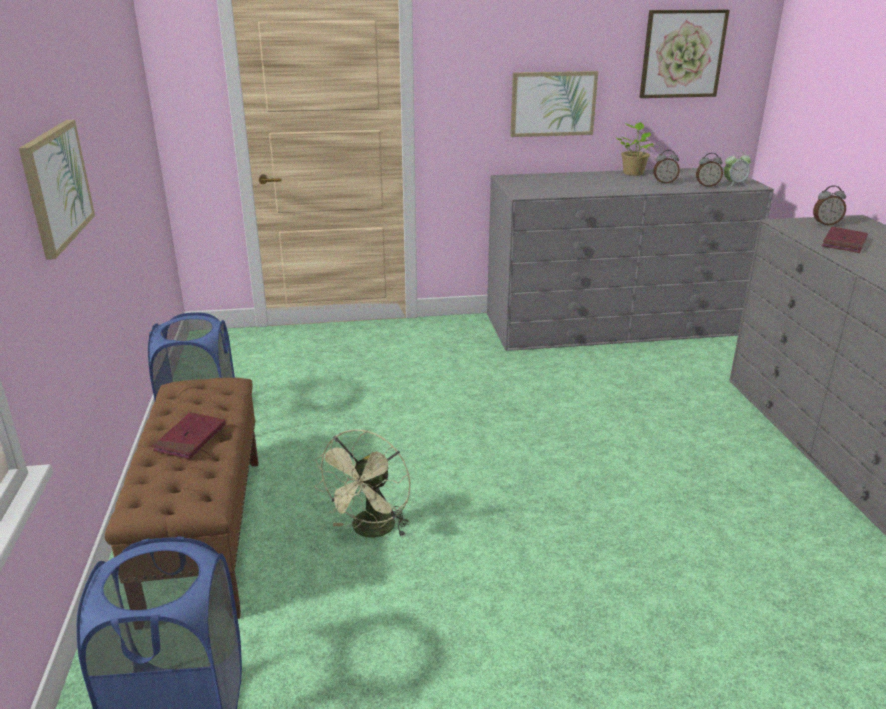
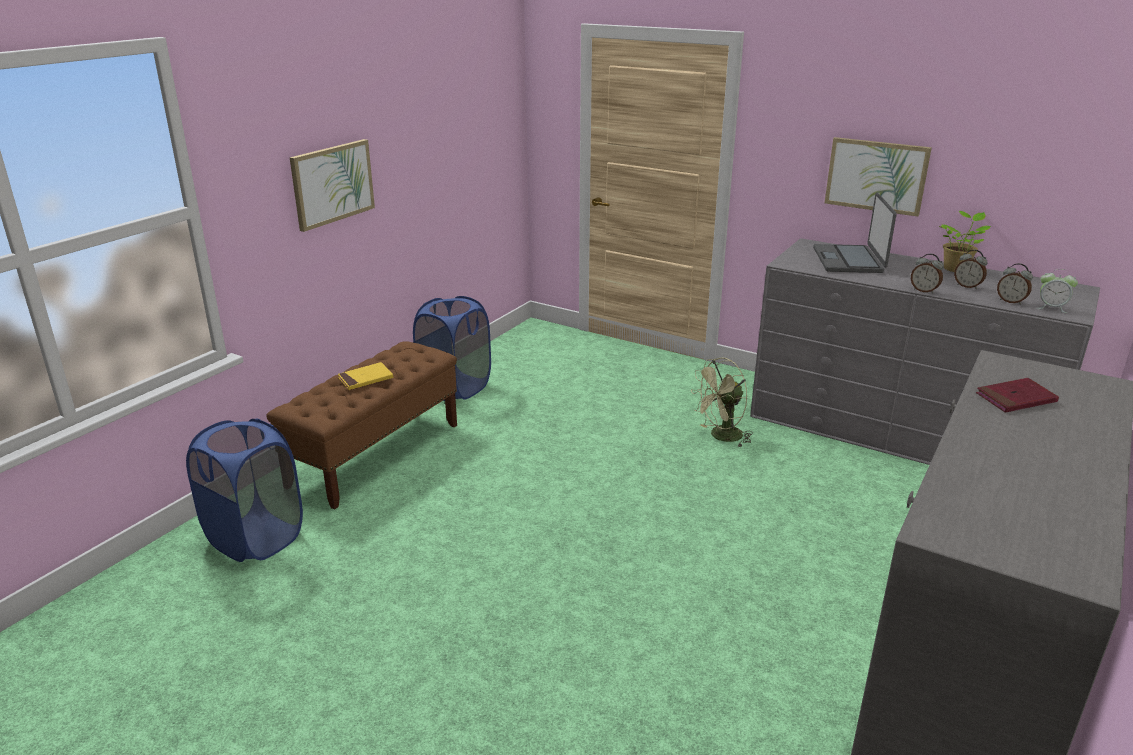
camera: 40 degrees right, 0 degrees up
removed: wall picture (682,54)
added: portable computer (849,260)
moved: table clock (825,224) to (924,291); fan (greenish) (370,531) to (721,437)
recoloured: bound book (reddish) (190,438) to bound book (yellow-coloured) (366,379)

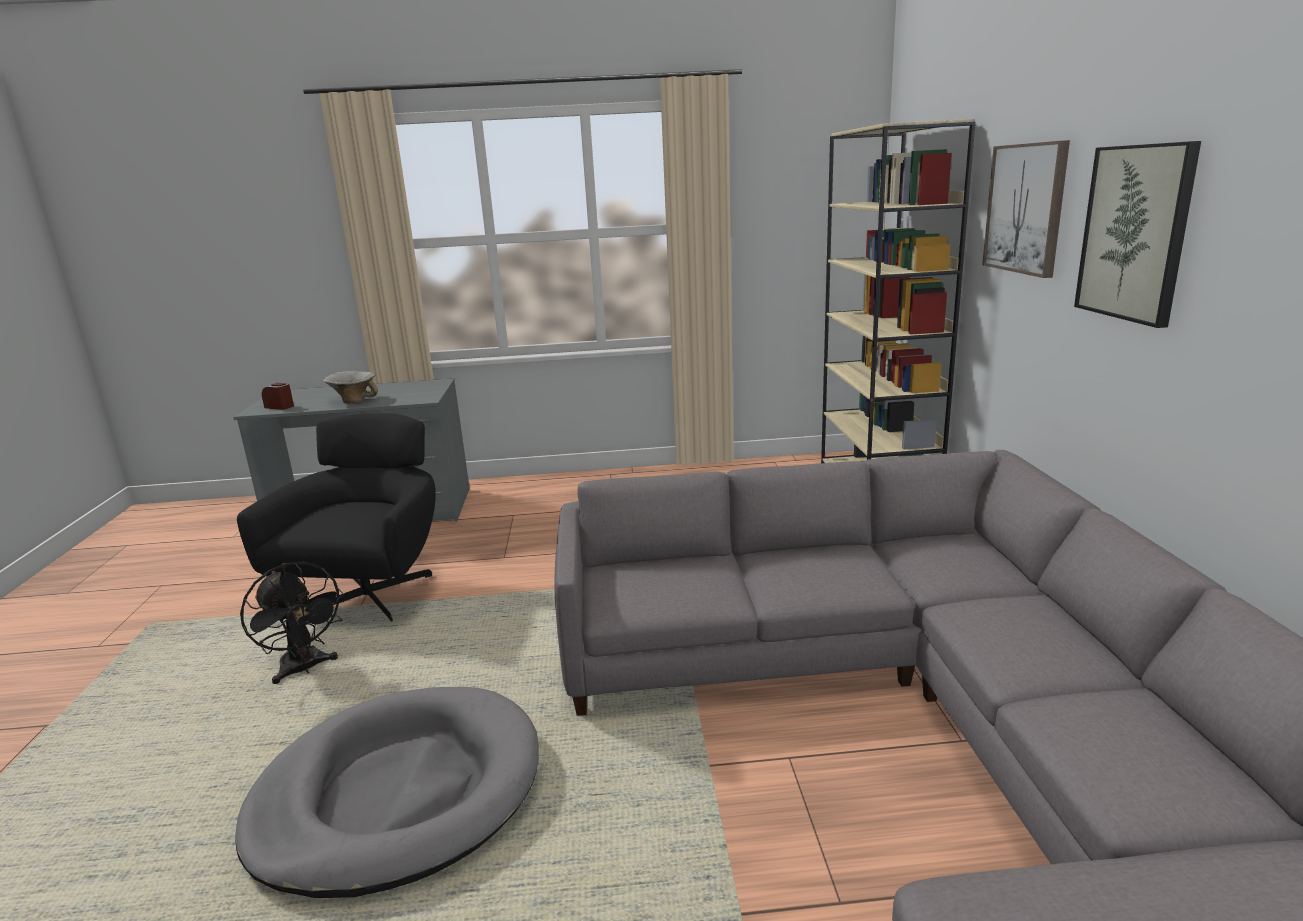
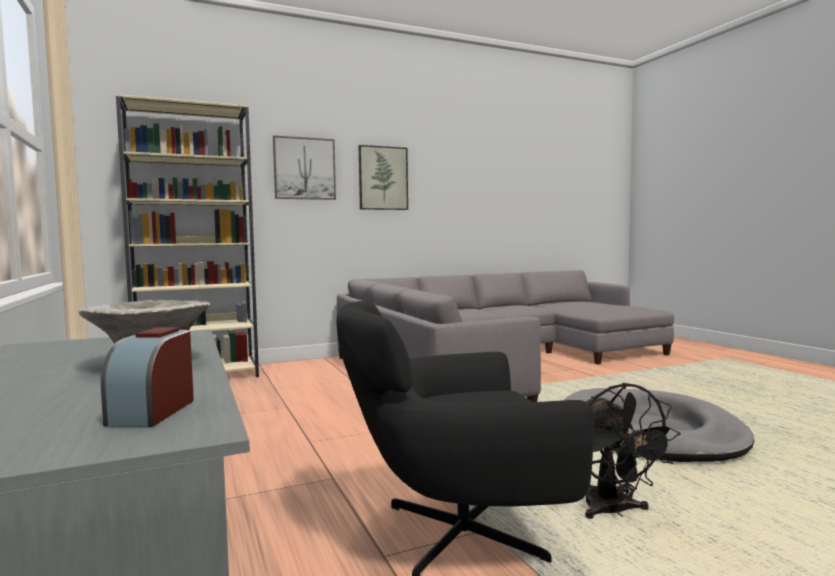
camera: 110 degrees left, 15 degrees down
turned: fan (black) (304,669) = (614,511) 135 degrees clockwise

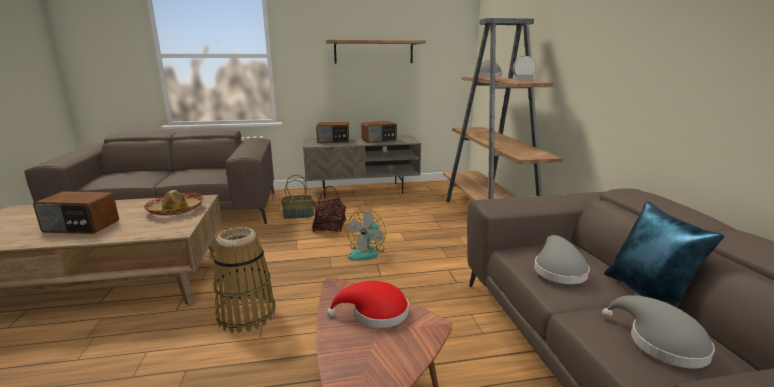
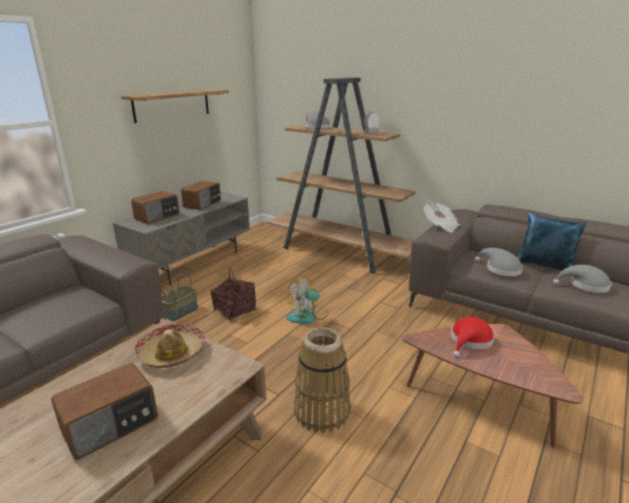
camera: 45 degrees left, 5 degrees up
added: newspaper (440,226)
turned: fan (367,252) = (308,316) 75 degrees clockwise

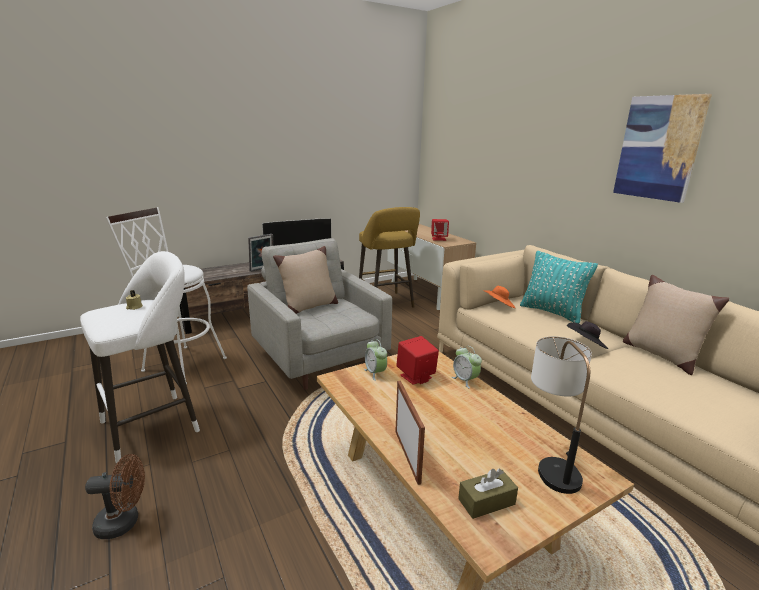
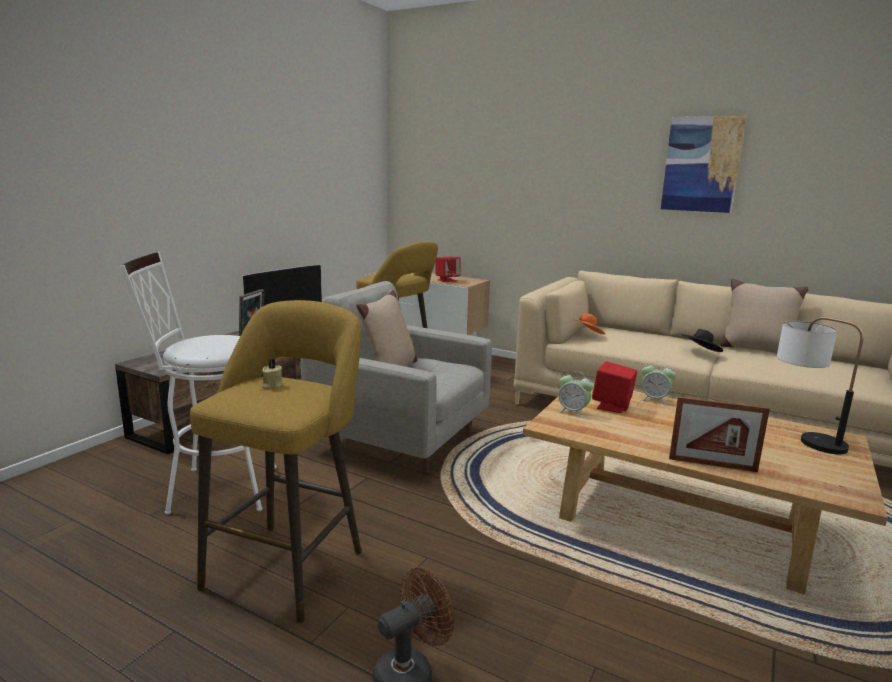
camera: 30 degrees left, 5 degrees down
removed: cushion (blue-green) (552,312); tissue box (brown-coloured) (486,501)
recoloured: sitting stool (white) (156,424) to sitting stool (yellow-coloured) (289,564)
turned: standing frame (407,456) = (712,464) 150 degrees clockwise

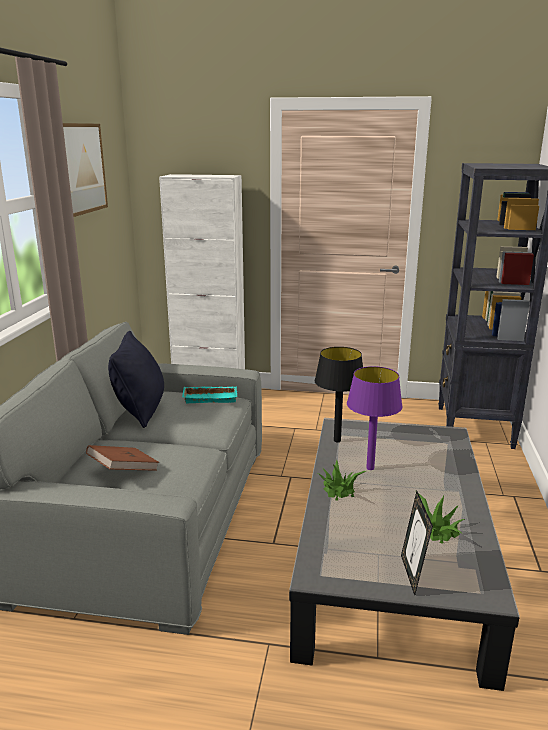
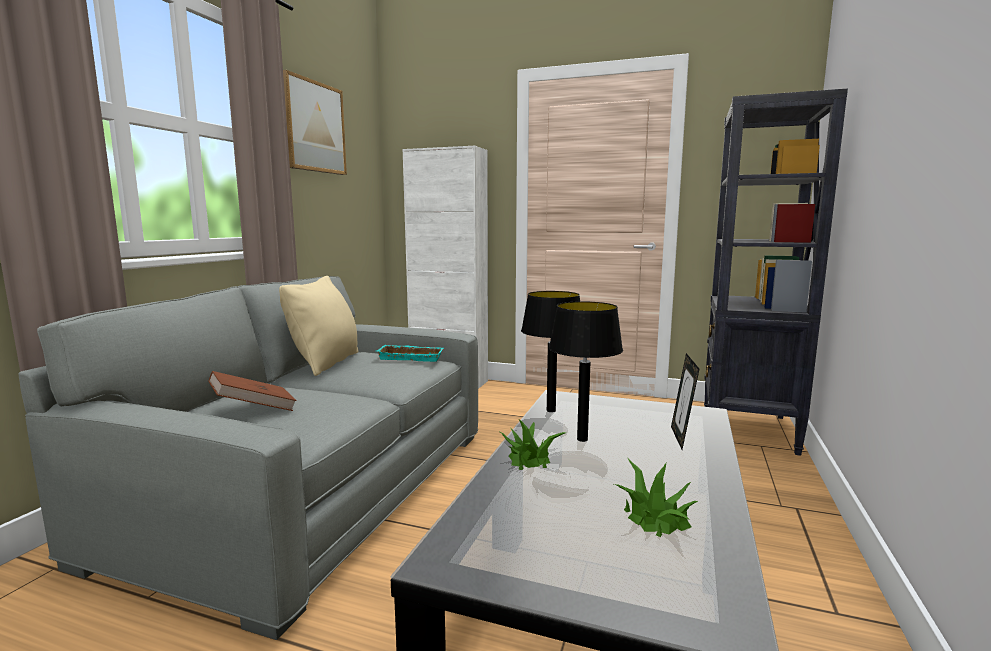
camera: 10 degrees right, 10 degrees down
moved: standing frame (412,574) to (681,438)
recoloured: cushion (black) (141,410) to cushion (sand-coloured) (326,363); lamp for a table (purple) (370,467) to lamp for a table (black) (582,439)

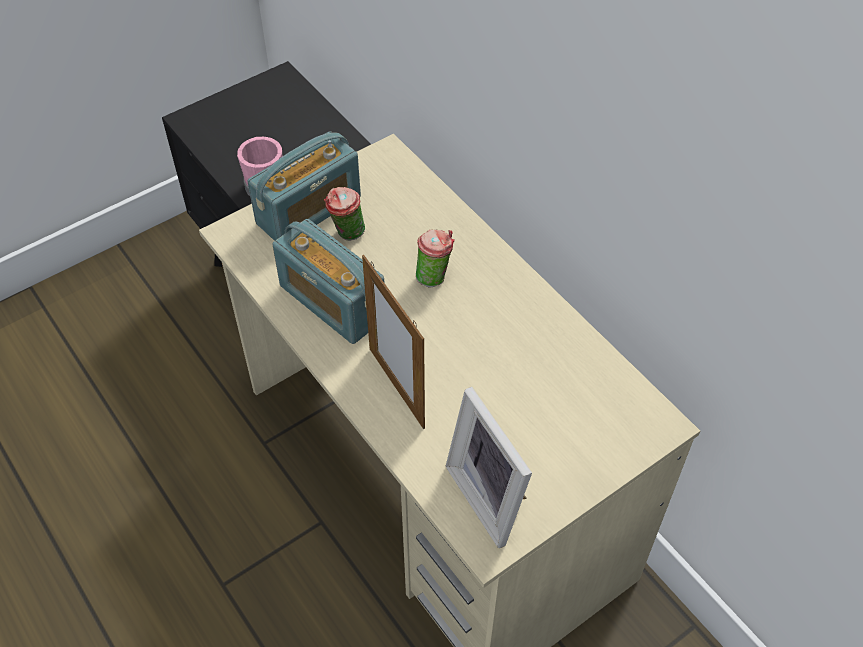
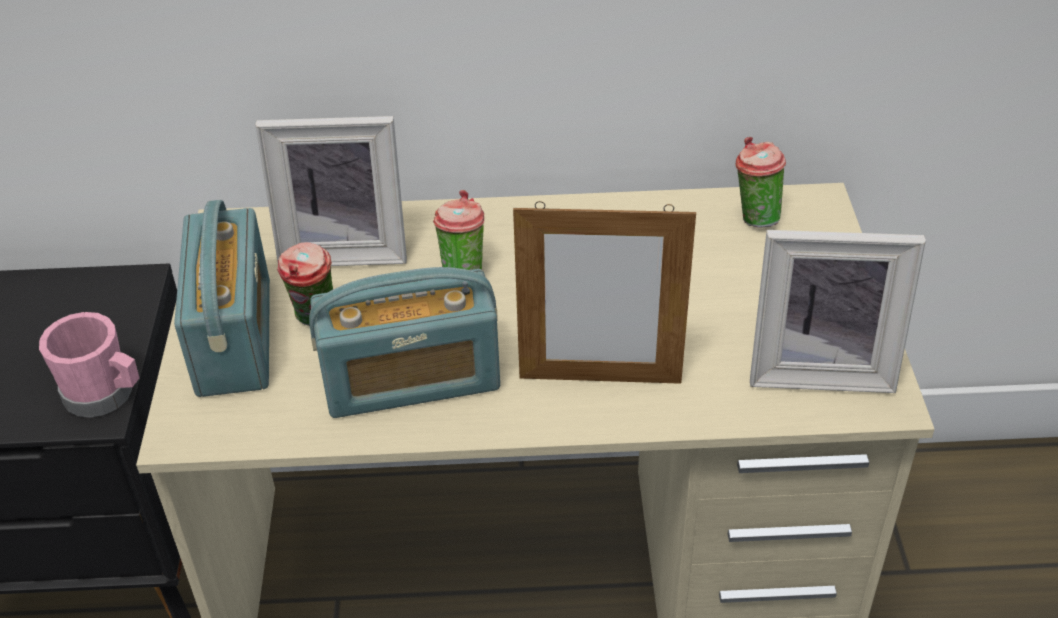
camera: 55 degrees left, 10 degrees down
added: standing frame (344,248); drinking cup (754,217)

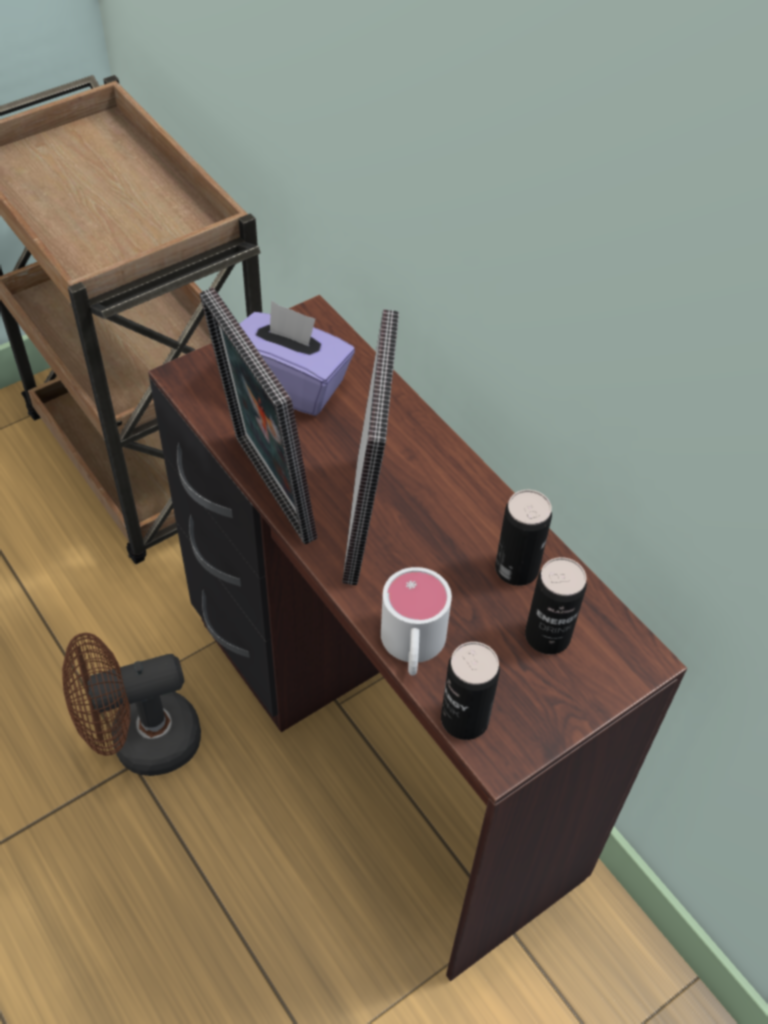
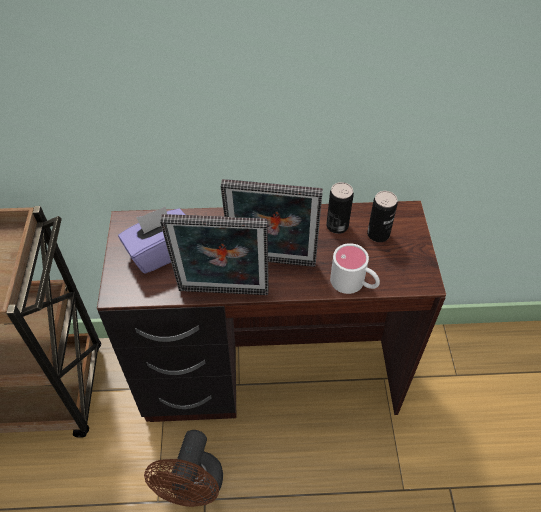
camera: 55 degrees left, 0 degrees up
removed: sealed can (464,719)
turned: standing frame (367,520) = (272,264) 150 degrees clockwise

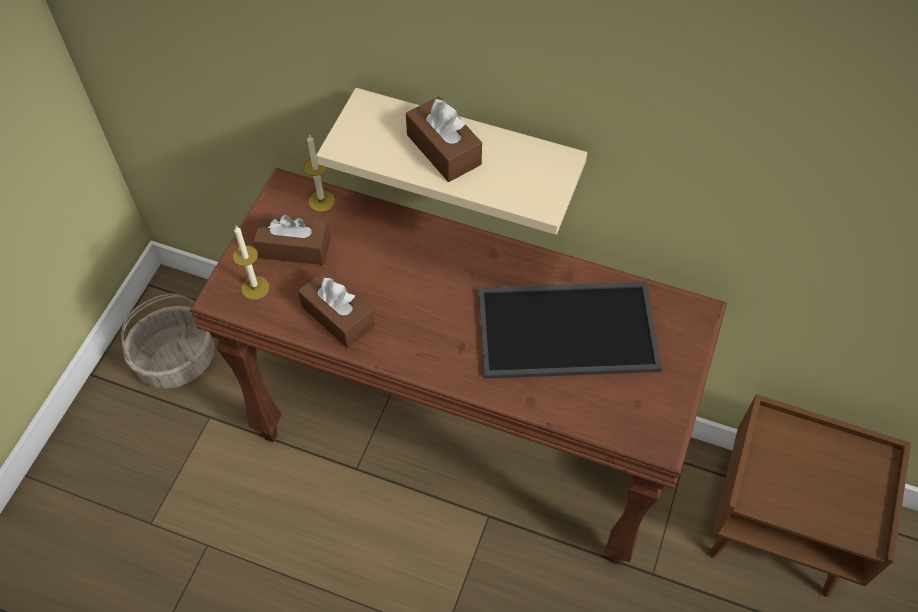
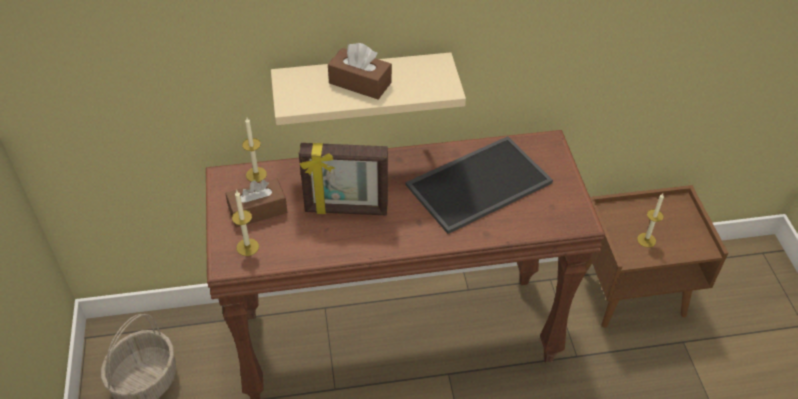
camera: 30 degrees left, 10 degrees down
removed: tissue box (brown-coloured) (338,316)
added: standing frame (346,210); wax candle (646,240)

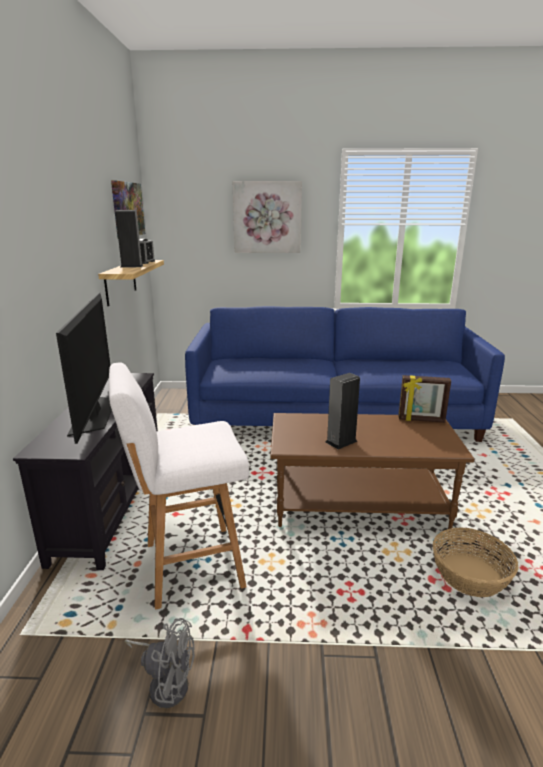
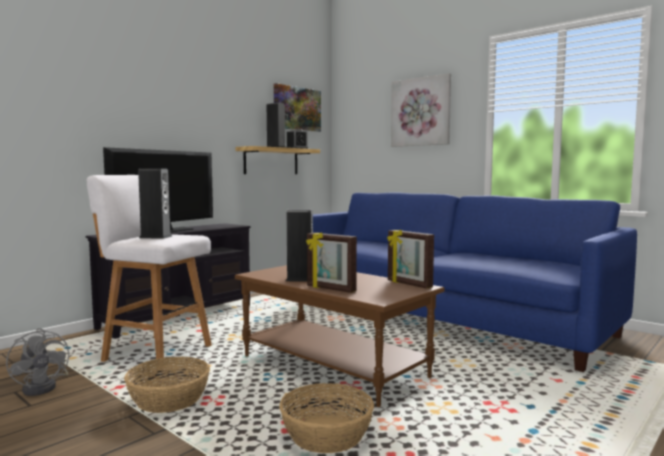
camera: 40 degrees right, 15 degrees down
added: loudspeaker (155,237); standing frame (330,289); household basket (168,400)

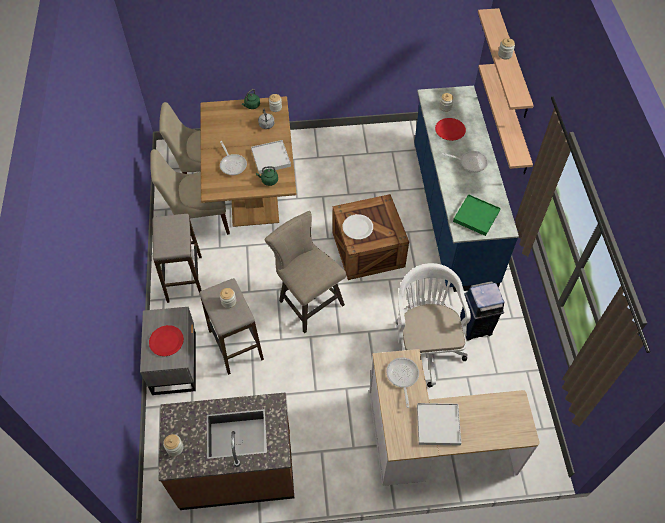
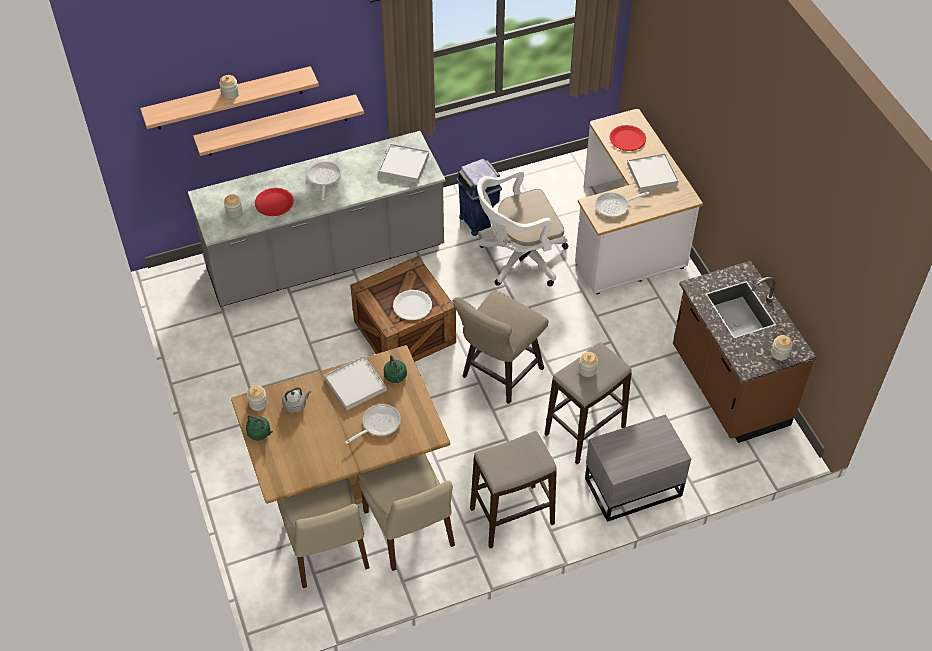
camera: 105 degrees left, 5 degrees down
moved: flat dish (reddish) (166,341) to (627,139)
recoloured: kitchen base unit (blue) (451,214) to kitchen base unit (gray) (326,261); serving tray (greenish) (476,216) to serving tray (white) (404,165)

